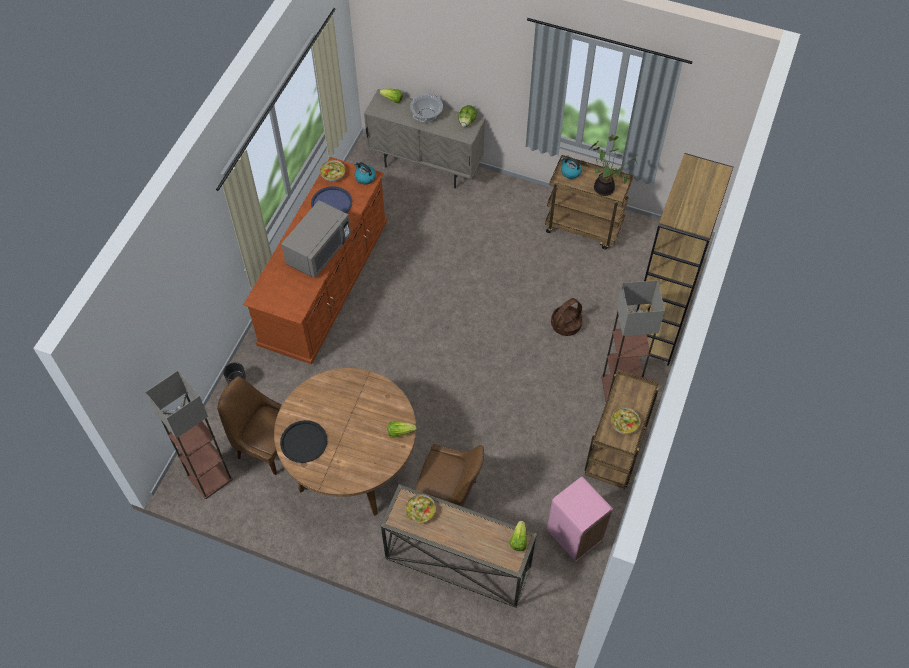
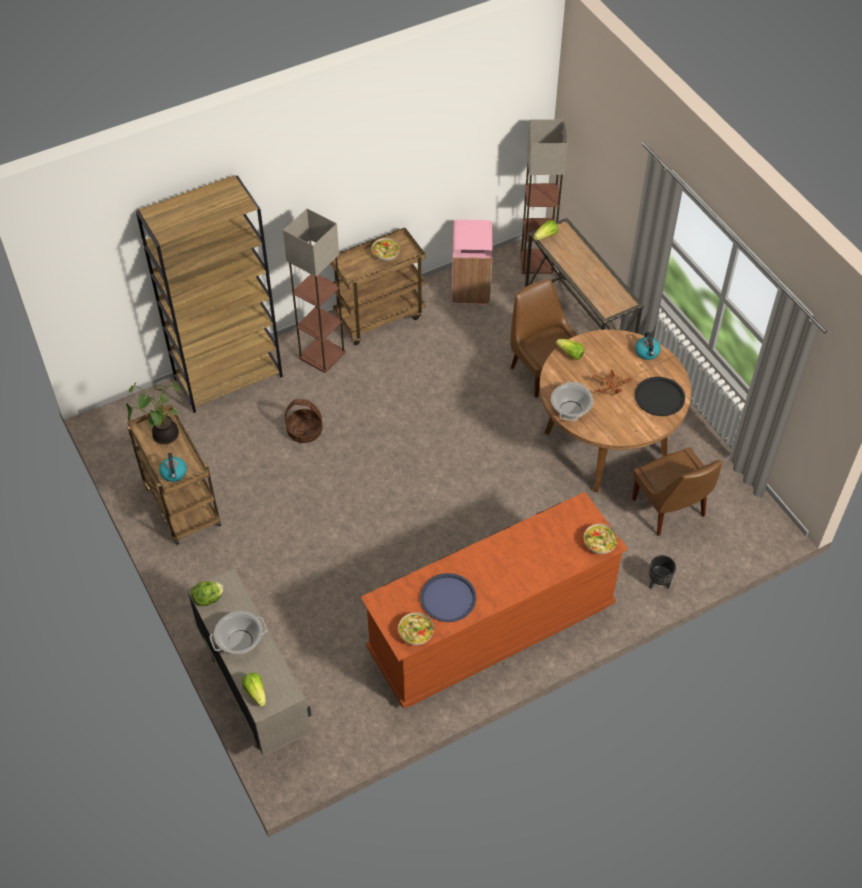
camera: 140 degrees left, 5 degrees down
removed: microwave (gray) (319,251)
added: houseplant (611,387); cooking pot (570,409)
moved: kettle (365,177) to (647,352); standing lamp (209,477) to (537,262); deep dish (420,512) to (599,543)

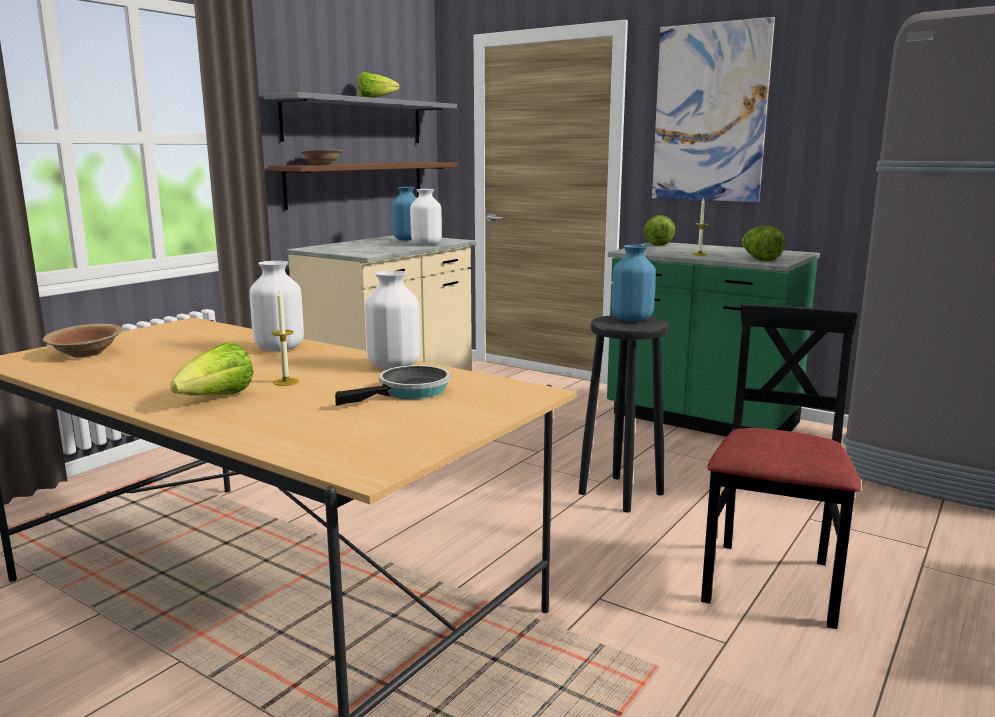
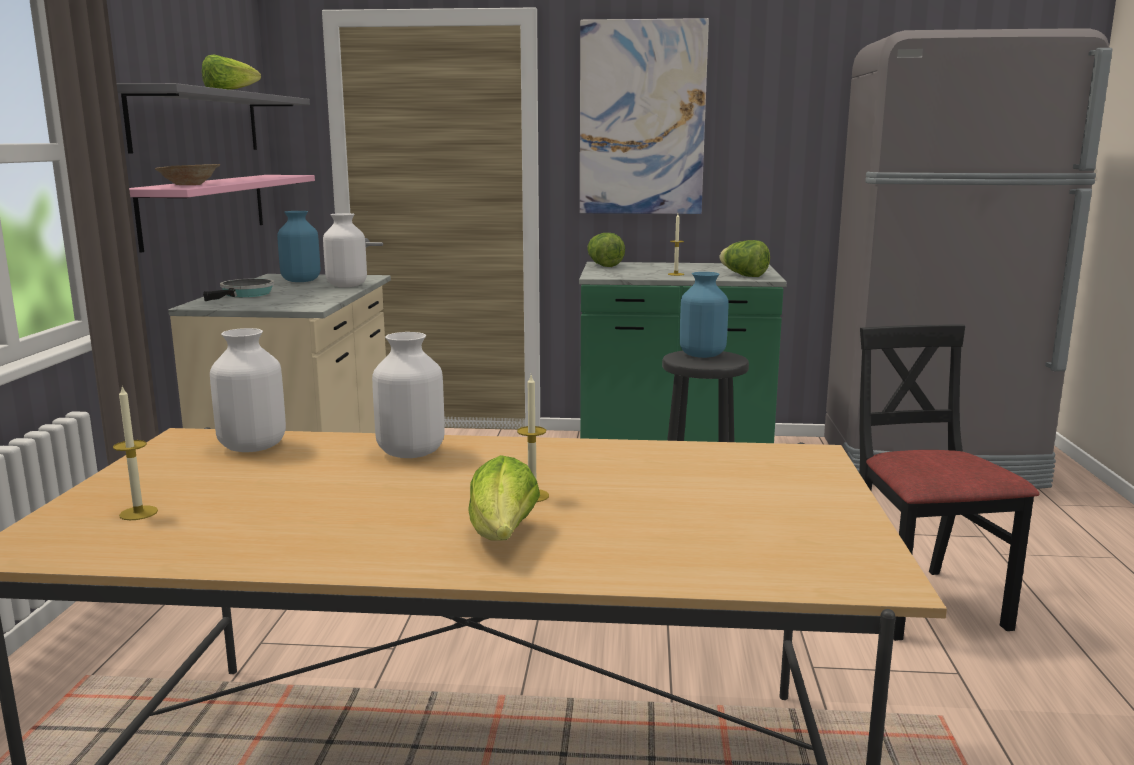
camera: 30 degrees left, 0 degrees up
moved: decorative vase (white) (394,366) to (253,447); frying pan (409,392) to (245,294)
replaced: deep dish (brown-coloured) (86,354) to wax candle (138,513)
recoloured: bracket shelf (brown-coloured) (357,184) to bracket shelf (pink-coloured) (206,208)

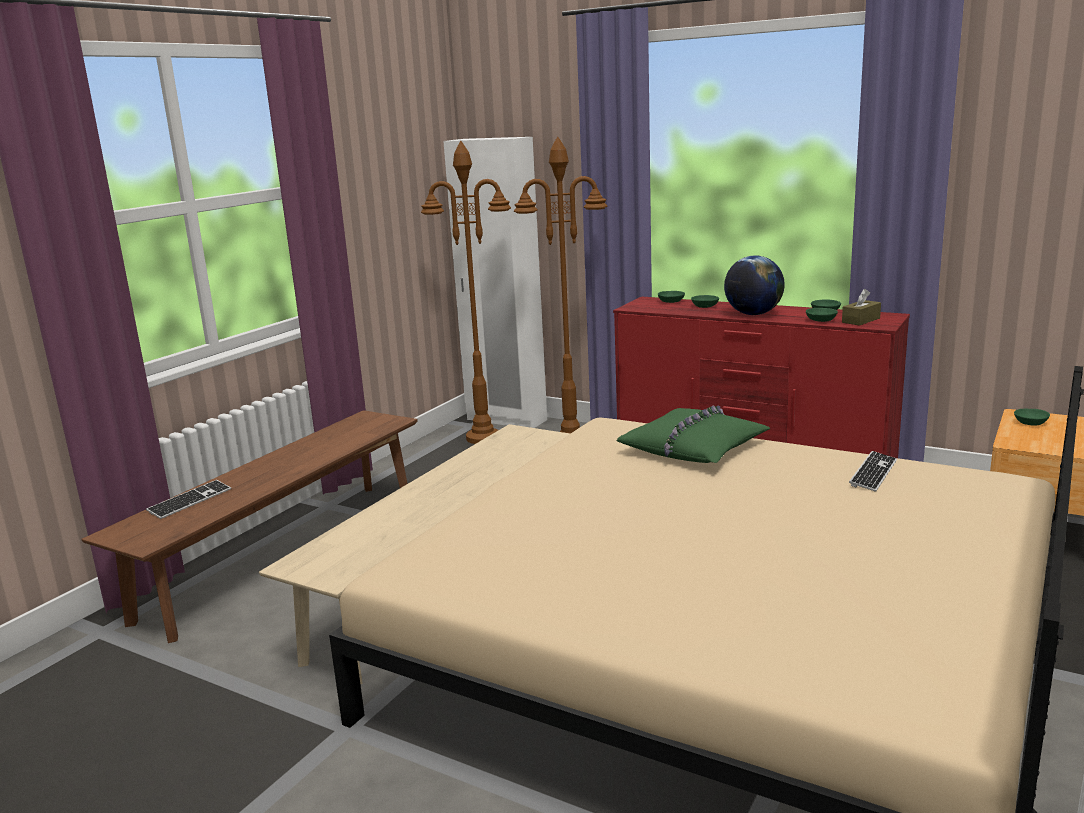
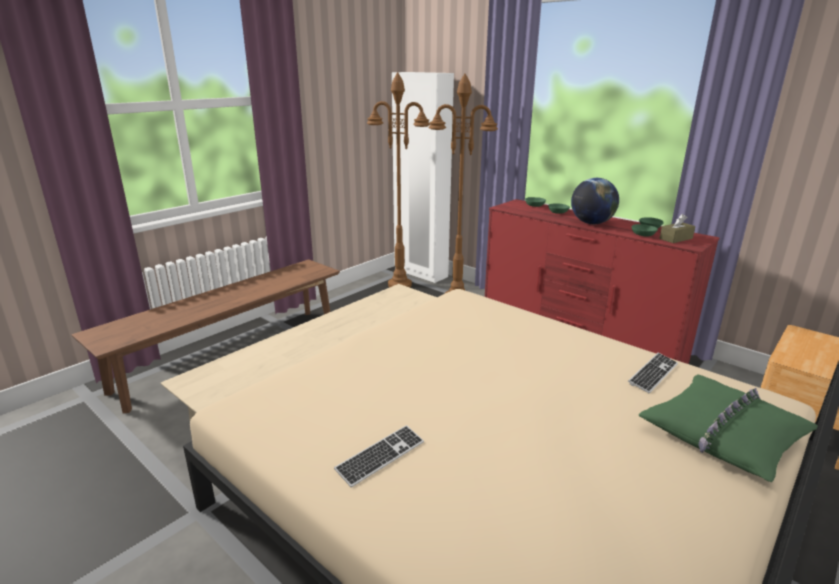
camera: 10 degrees right, 5 degrees up
removed: deep dish (greenish) (1030,422)
moved: cushion (greenish) (693,448) to (723,434); keyboard (190,501) to (380,457)

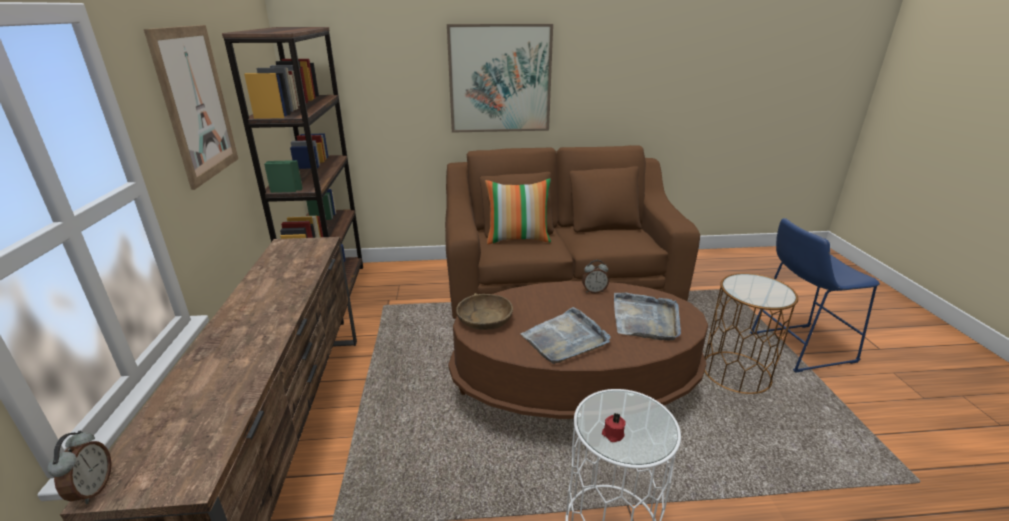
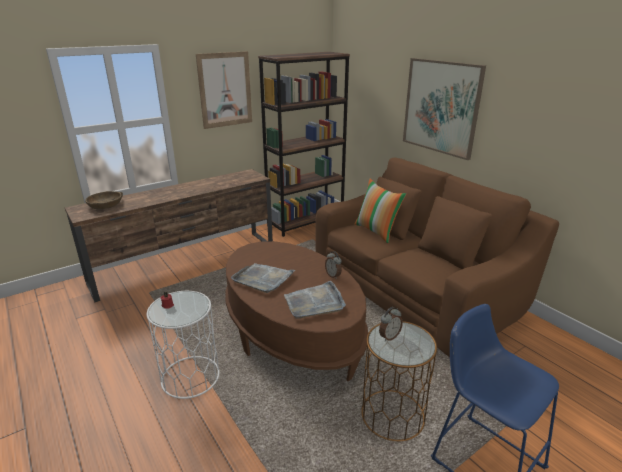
camera: 60 degrees right, 0 degrees up
moved: deep dish (brown-coloured) (484,319) to (105,205); table clock (92,489) to (389,336)

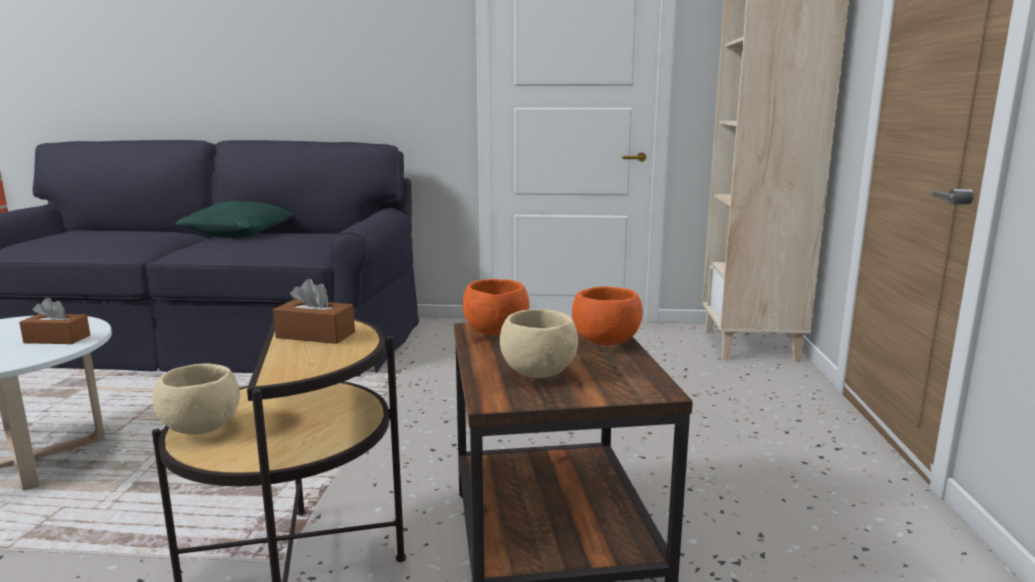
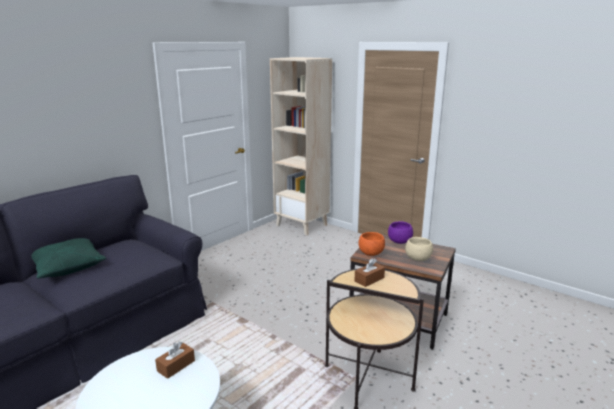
camera: 55 degrees left, 5 degrees up
removed: deep dish (sand-coloured) (202,428)
recoloured: deep dish (orange-coloured) (605,342) to deep dish (purple) (399,242)

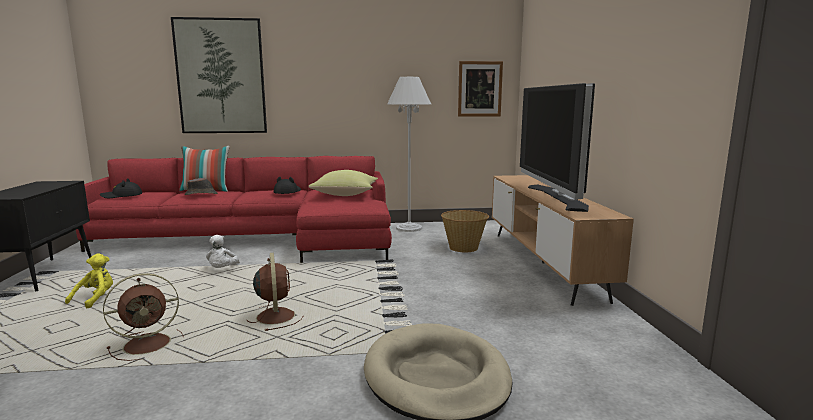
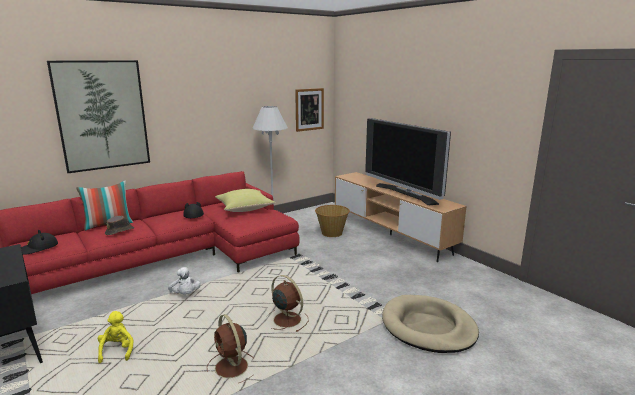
camera: 30 degrees left, 5 degrees up
turned: fan (brown-coloured) (149,344) = (232,368) 120 degrees clockwise

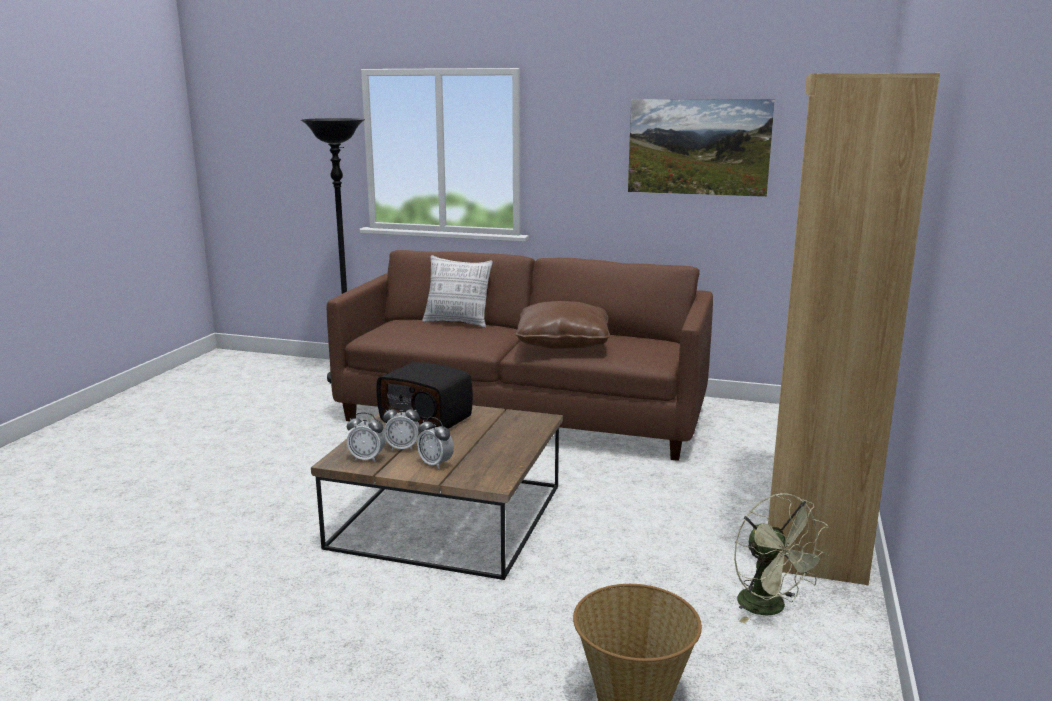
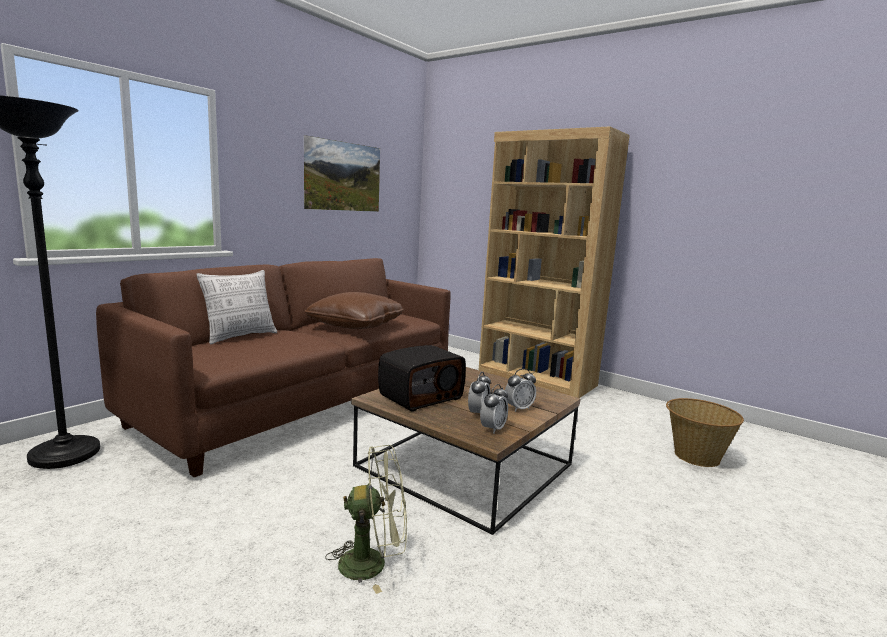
camera: 70 degrees left, 5 degrees down
moved: fan (greenish) (770,608) to (373,563)

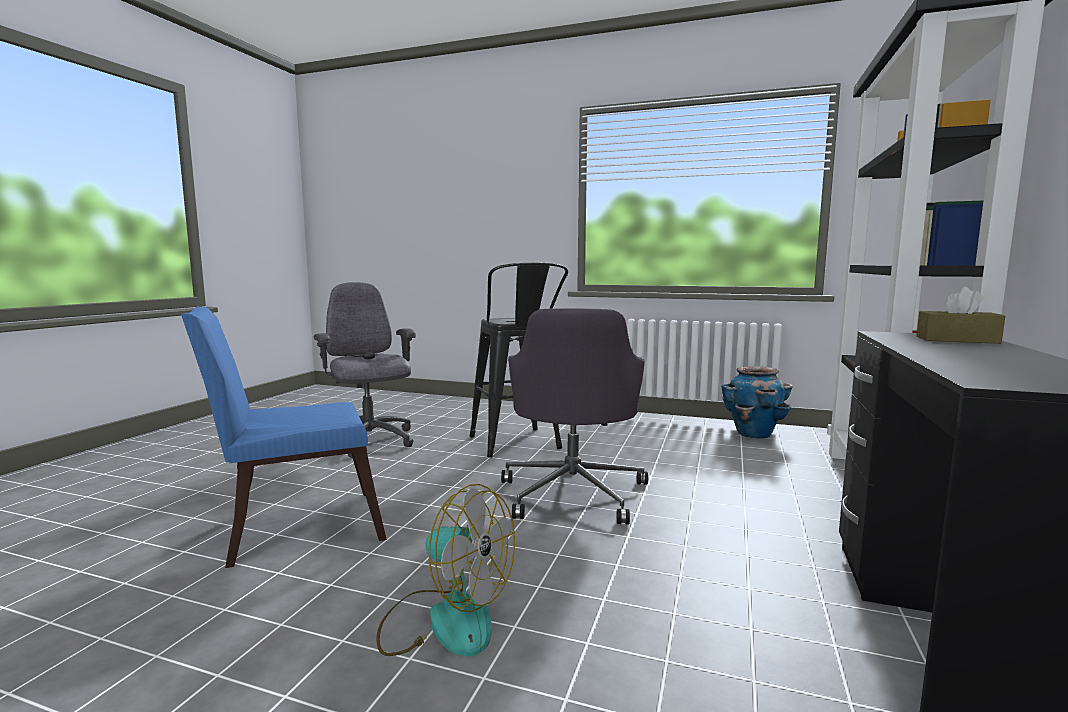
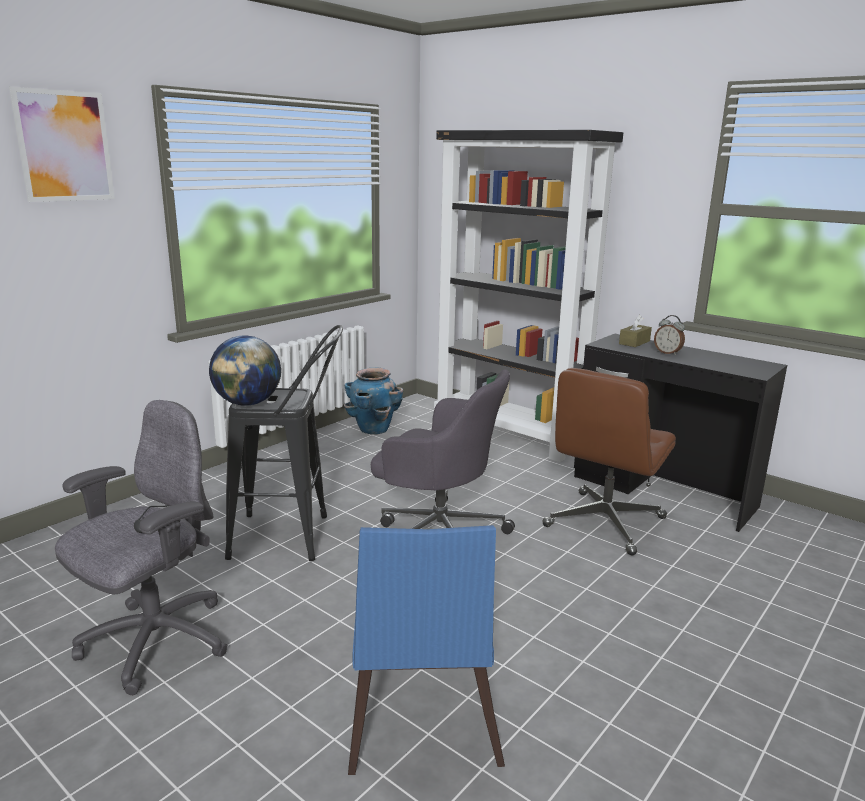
camera: 70 degrees left, 10 degrees up
removed: fan (445,619)
added: wall picture (64,146); table clock (667,353); globe (248,403); computer chair (brown-coloured) (604,523)
turned: computer chair (gray) (369,442) = (154,642) 135 degrees clockwise

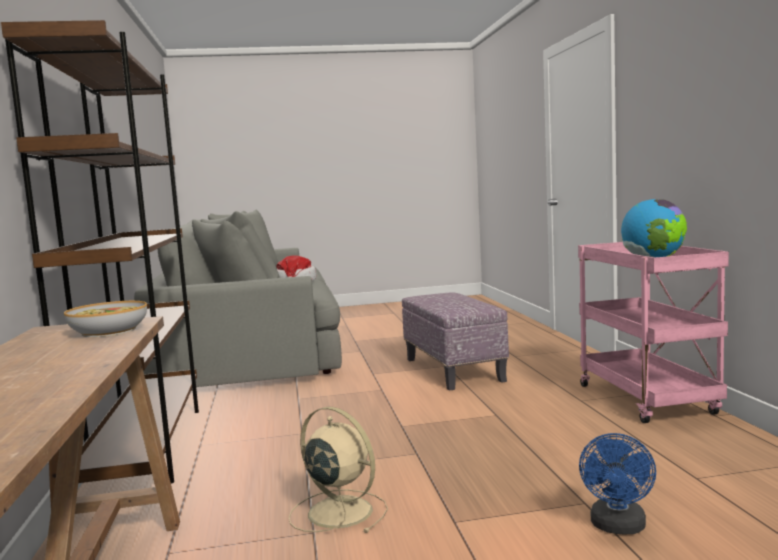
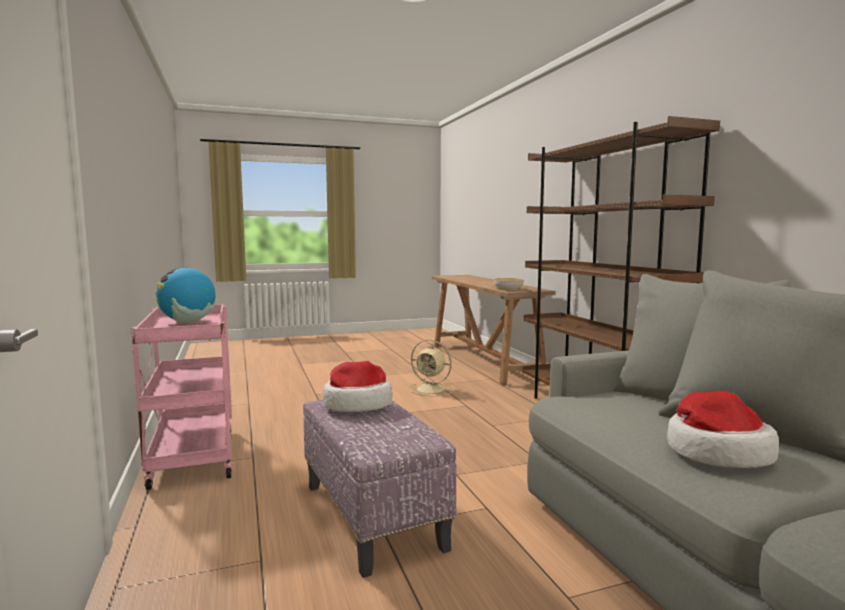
camera: 170 degrees right, 0 degrees up
removed: fan (blue) (618,527)
added: clothing hat (357,404)

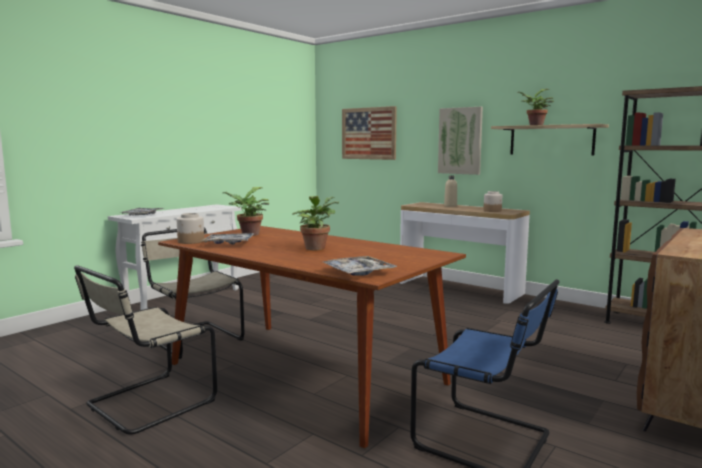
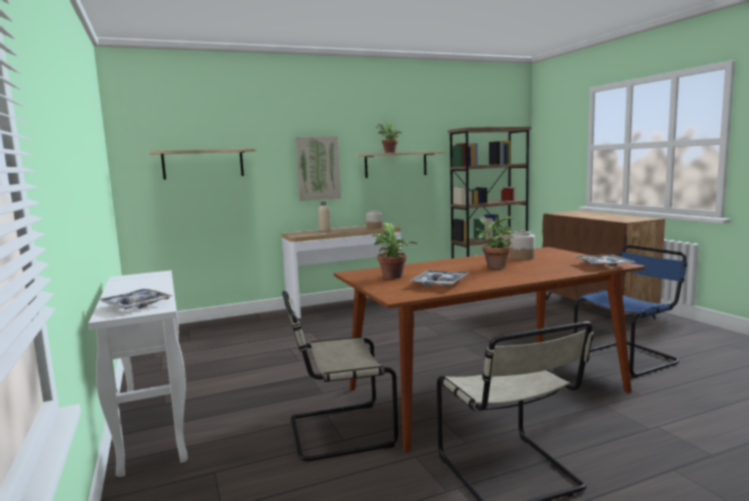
camera: 60 degrees left, 0 degrees up
moved: jar (191,241) to (522,257)
replaced: wall picture (368,133) to bracket shelf (203,164)

